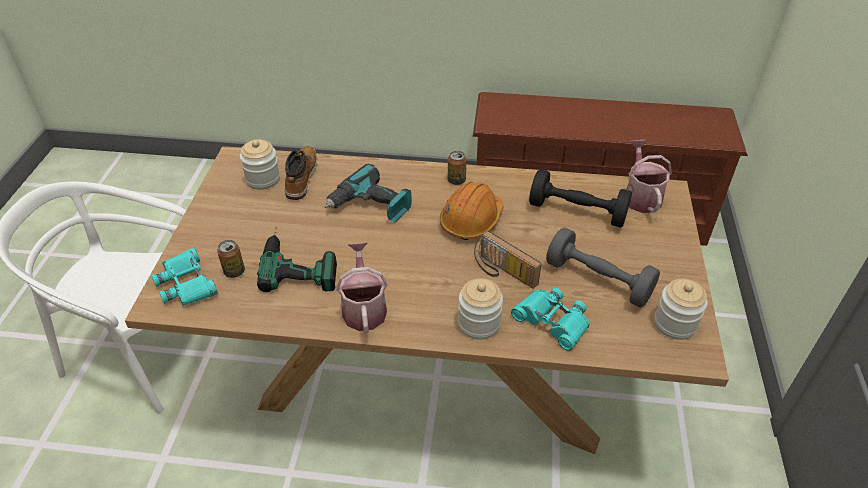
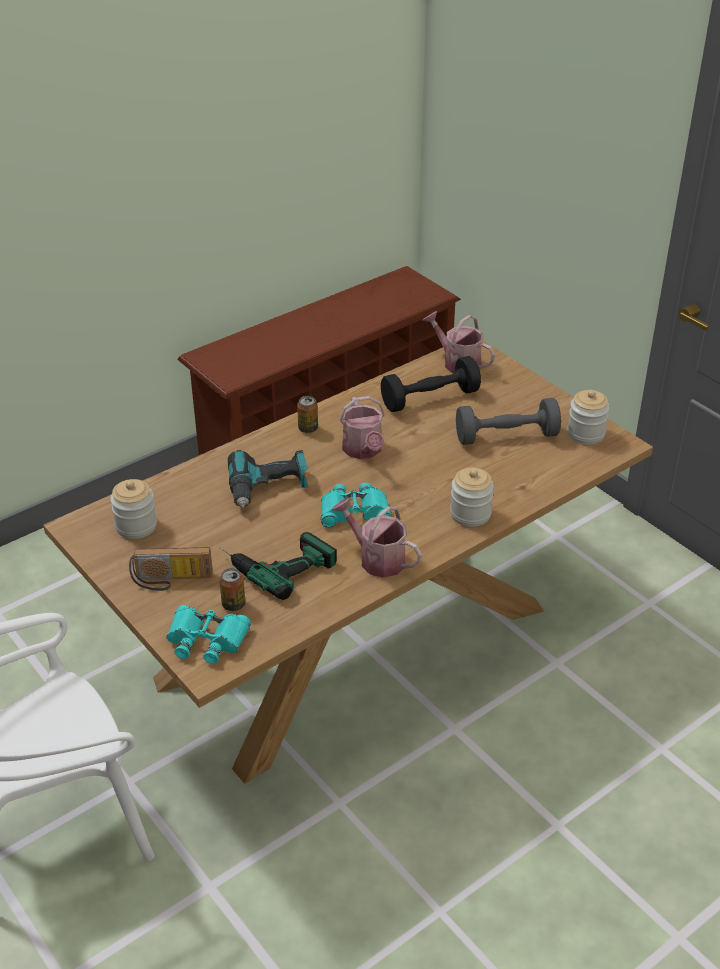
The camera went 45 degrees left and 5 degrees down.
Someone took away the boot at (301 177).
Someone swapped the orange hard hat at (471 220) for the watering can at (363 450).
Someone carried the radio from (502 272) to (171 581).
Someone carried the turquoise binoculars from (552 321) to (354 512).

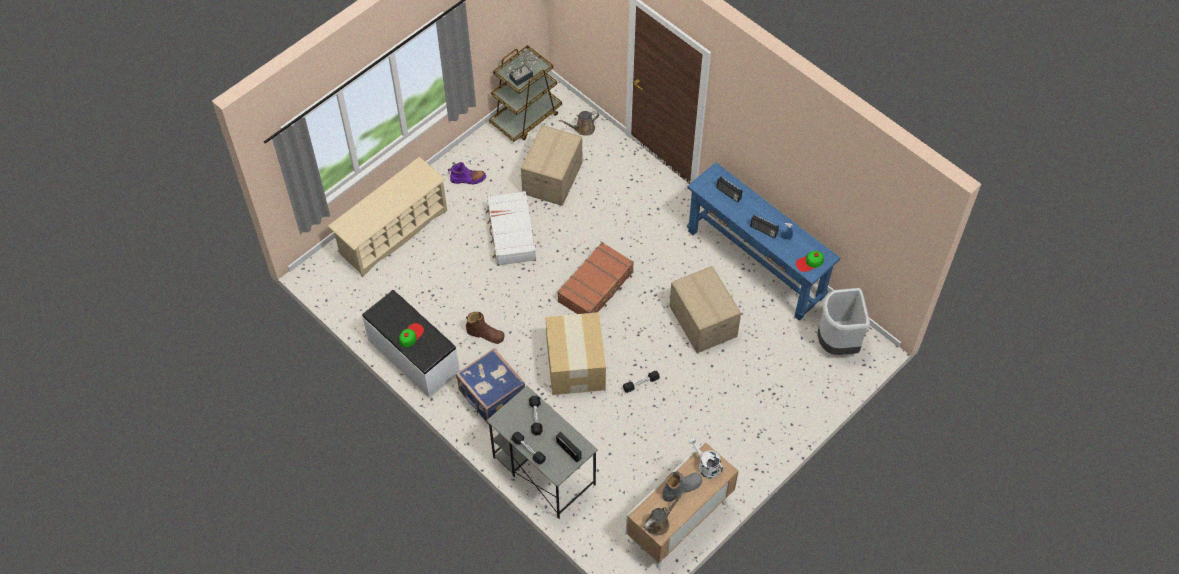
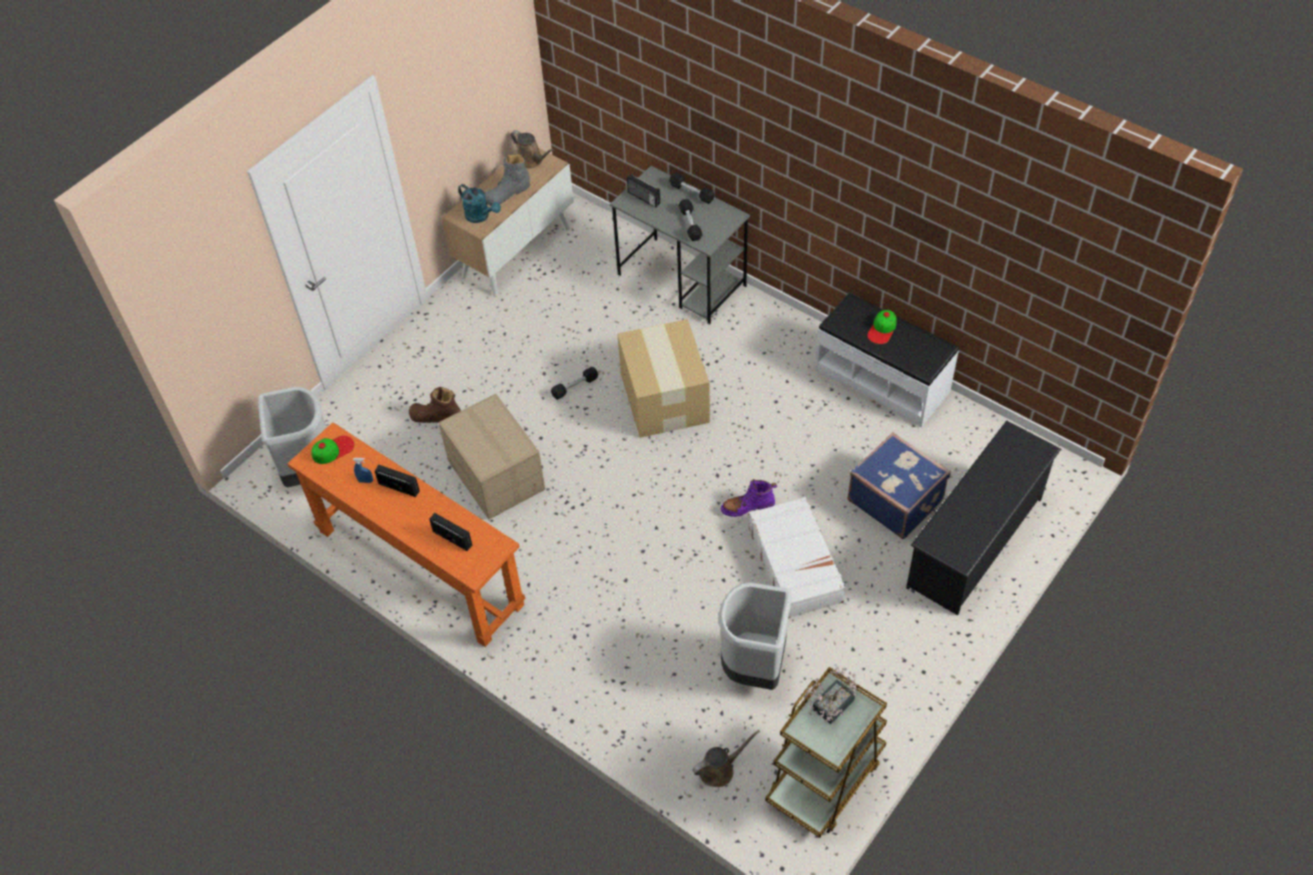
The camera went 175 degrees right and 5 degrees down.
Someone swapped the cardboard box at (552 178) for the grey trash can at (754 667).
Someone repainted the beige shoe rack at (393 232), which became the black shoe rack at (975 542).
Someone carried the purple boot from (468 179) to (747 507).
Someone repainted the blue console table at (755 264), which became the orange console table at (420 567).
Someone took away the brown suitcase at (596 287).
Someone carried the brown boot from (485 334) to (436 417).
Someone carried the blue suitcase from (491 396) to (895 499).
Someone repainted the white watering can at (705 466), which became the turquoise watering can at (480 216).
Someone rotated the brown watering can at (659 522) by 90 degrees counterclockwise.

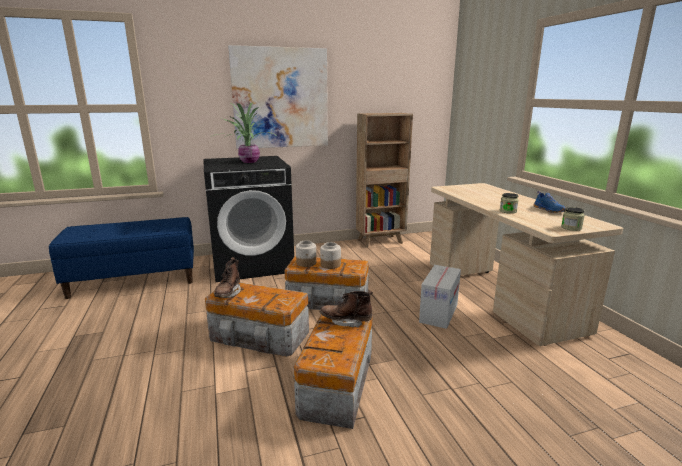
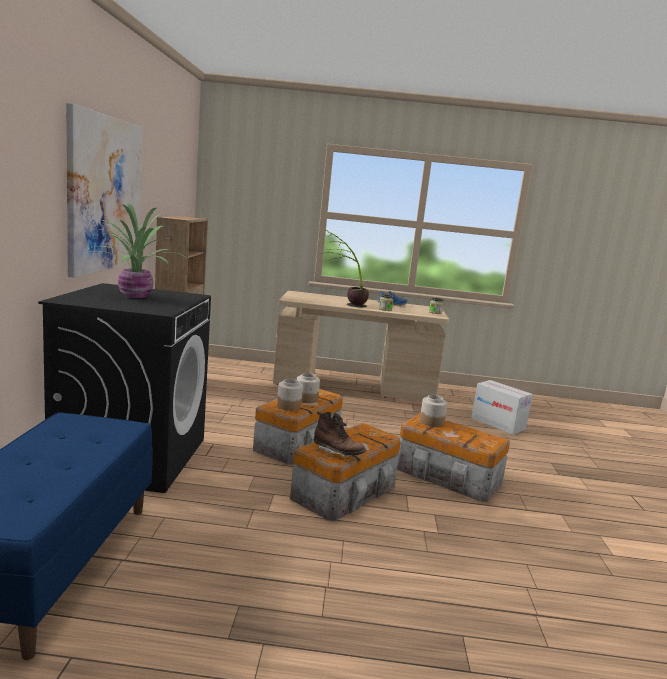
The camera went 70 degrees left and 5 degrees down.
Someone carried the cardboard box from (438 313) to (497 424).
Someone swapped the brown boot at (346 321) for the jar at (432 422).
Someone put down the potted plant at (344 304).

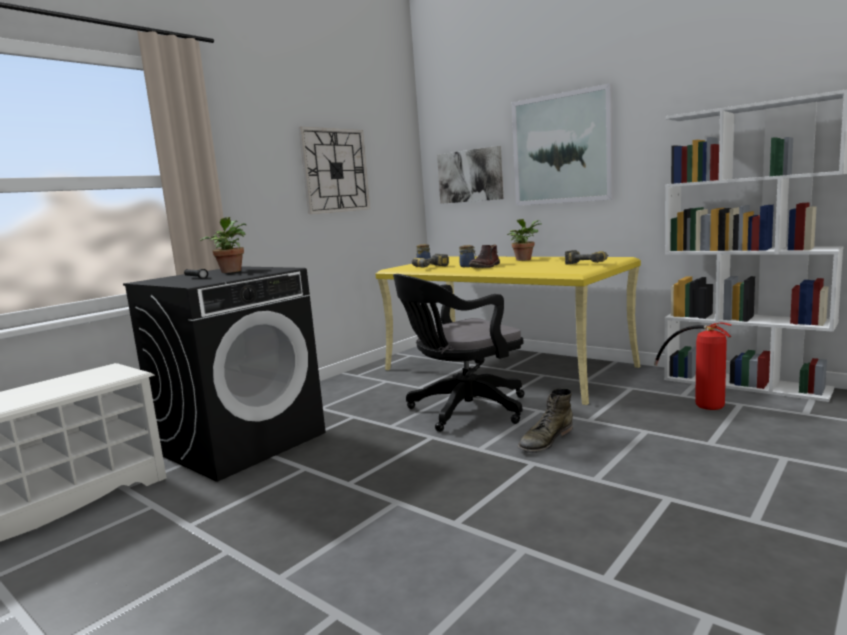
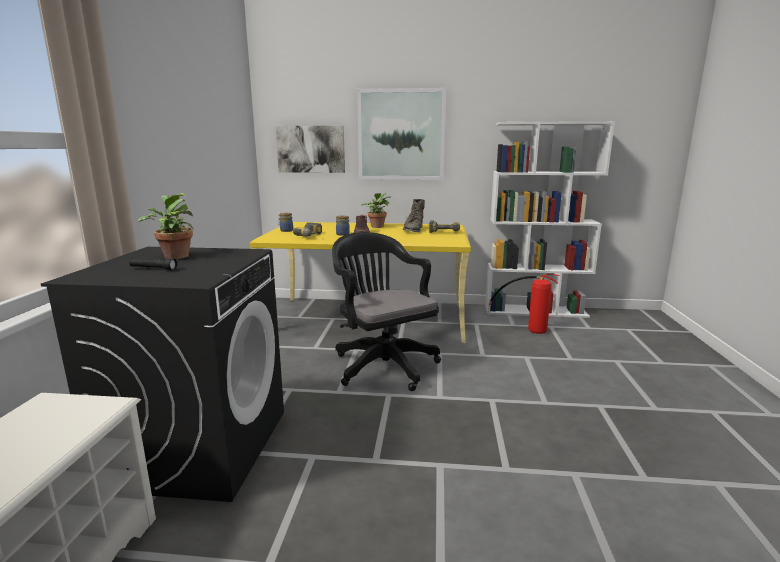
The camera went 35 degrees left and 5 degrees up.
Someone took away the wall clock at (335 170).
Someone rotated the black office chair at (463 411) by 120 degrees clockwise.
Someone carried the green boot from (545 441) to (413 229).

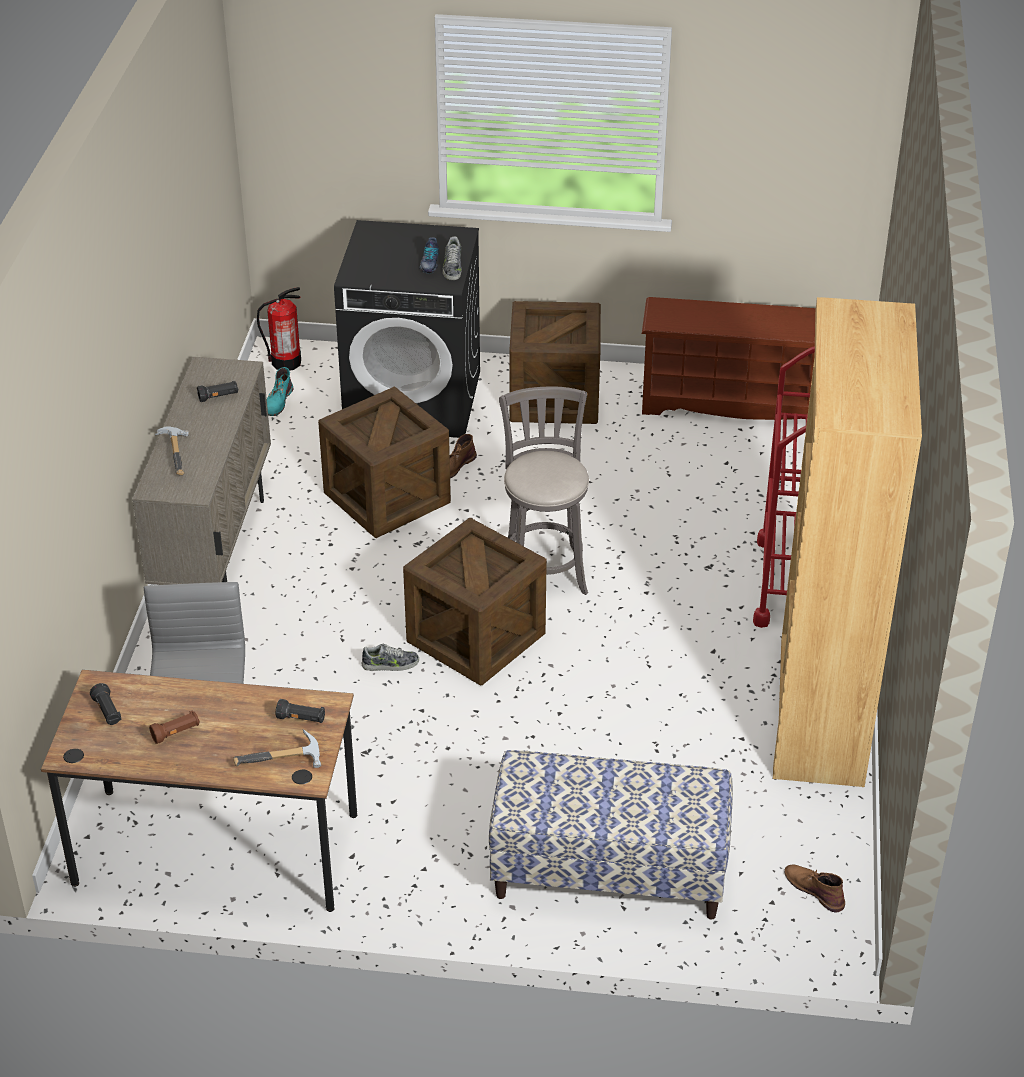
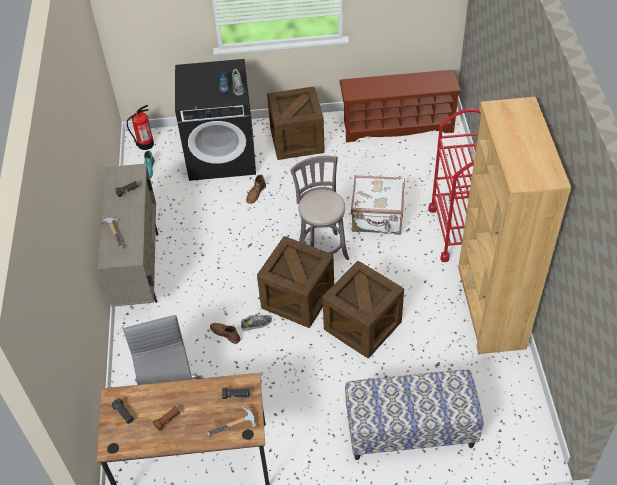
The camera went 10 degrees left and 10 degrees up.
Someone carried the crate from (387 498) to (362 325).
Someone carried the brown boot from (814 889) to (225 333).
Someone put down the white suitcase at (377 218).

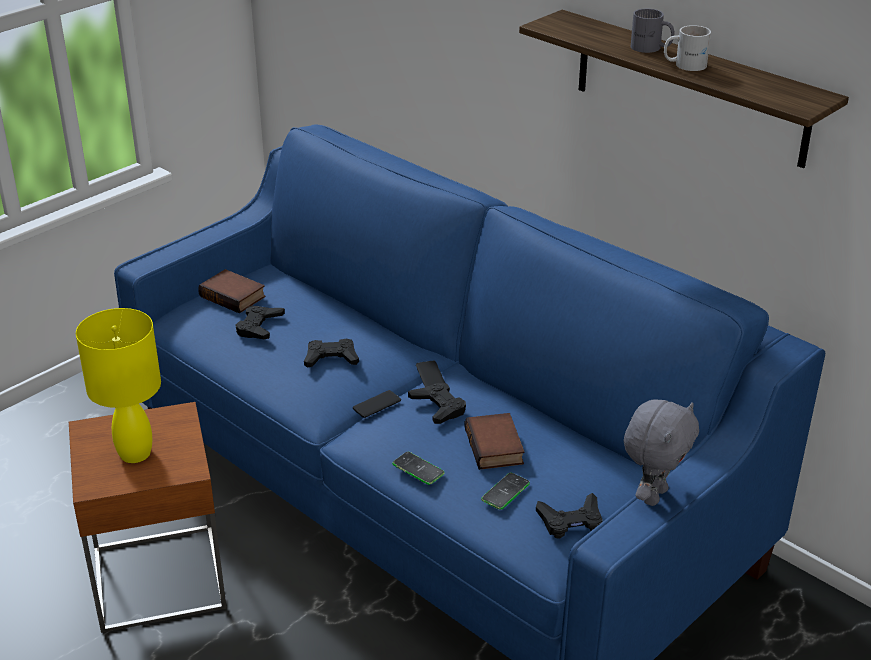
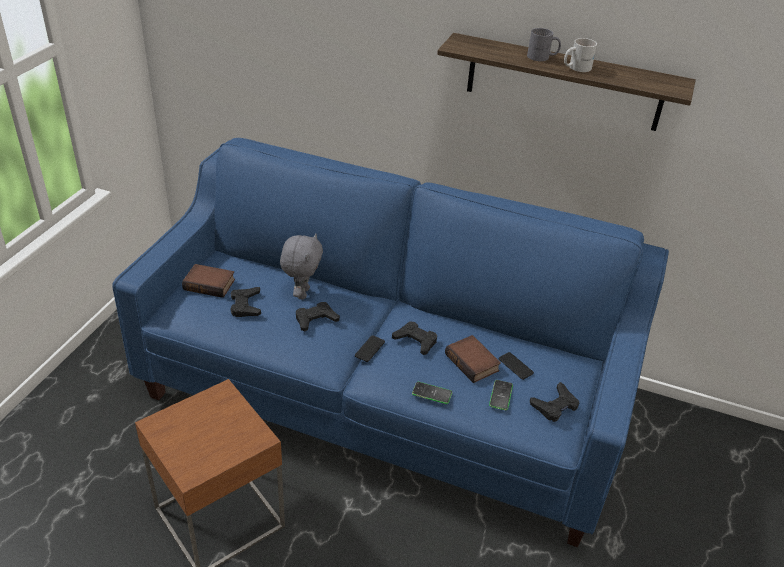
The camera went 25 degrees left and 5 degrees up.
Someone took away the yellow table lamp at (134 453).
Someone carried the phone from (430 376) to (515 366).
Someone carried the grey plush toy from (653 495) to (302 293).

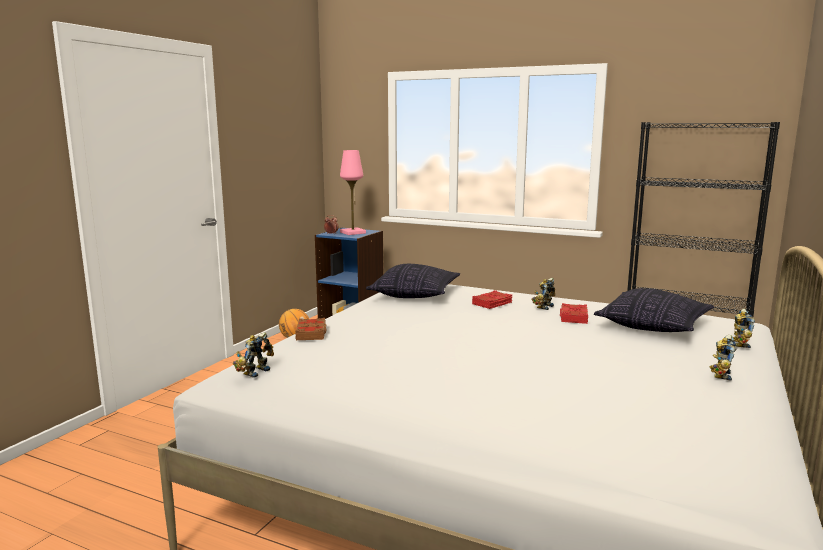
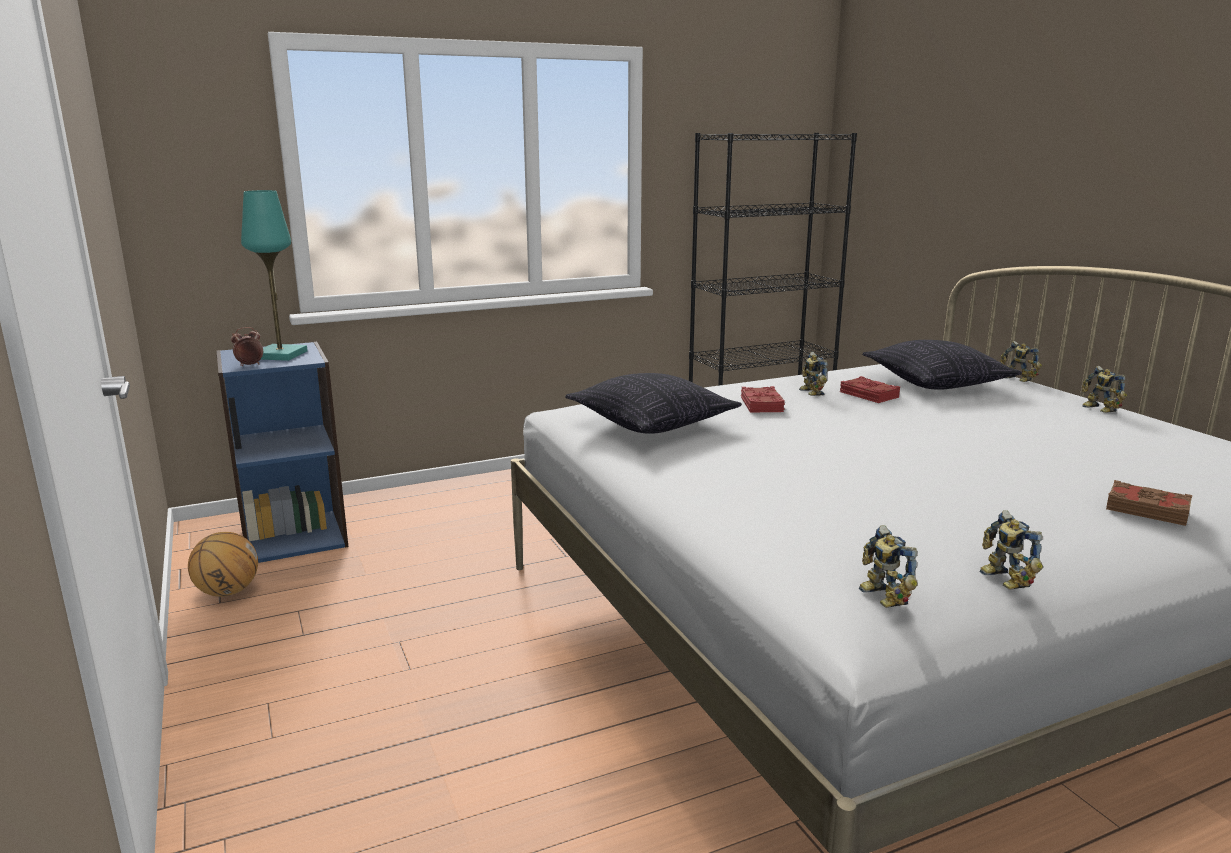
The camera went 50 degrees left and 5 degrees up.
Someone repainted the pink table lamp at (353 232), which became the turquoise table lamp at (280 355).
Someone carried the brown book from (311 333) to (1147 509).
Someone put down the toy robot at (1002 580).

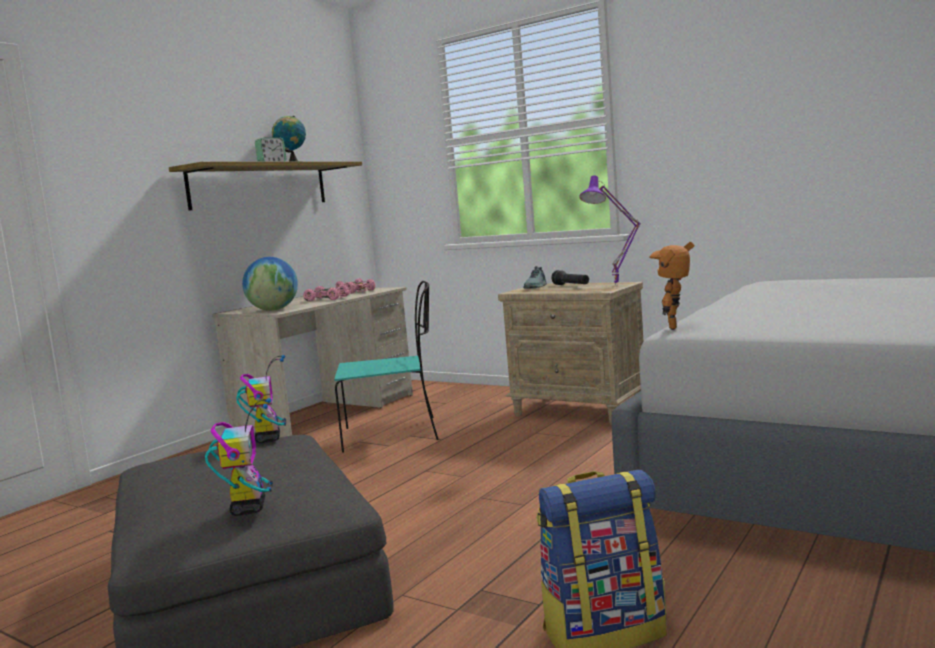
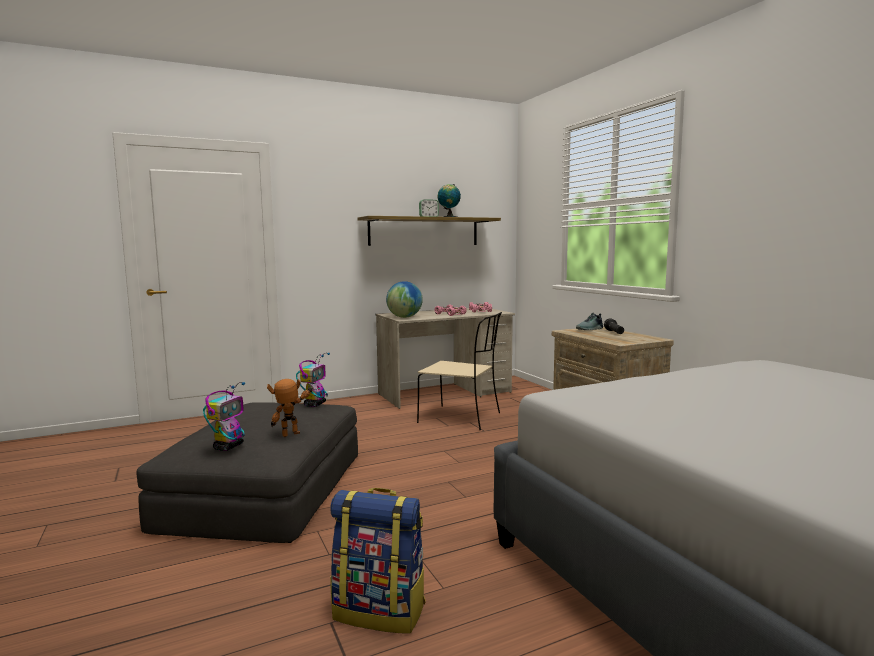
The camera went 30 degrees right and 0 degrees up.
Someone took away the purple table lamp at (617 285).
Someone carried the toy robot from (677 327) to (292 435).
Someone repainted the turquoise chair at (393 434), which became the beige chair at (461 418).

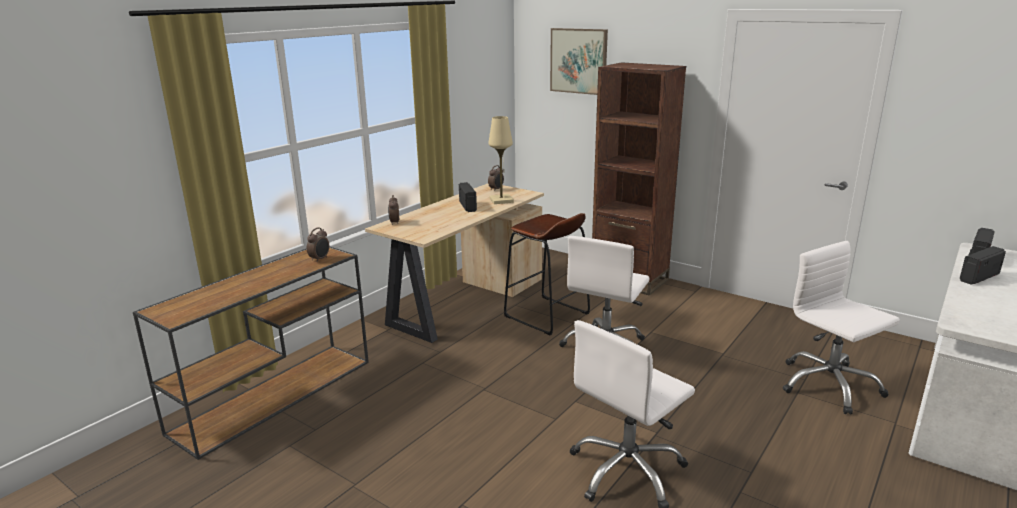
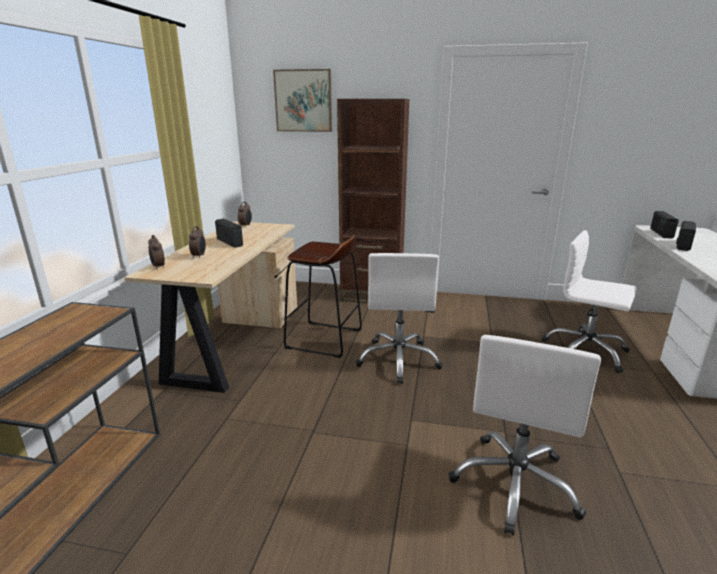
The camera went 25 degrees left and 0 degrees up.
Someone took away the beige table lamp at (501 200).
Someone carried the alarm clock from (320 259) to (199 256).

